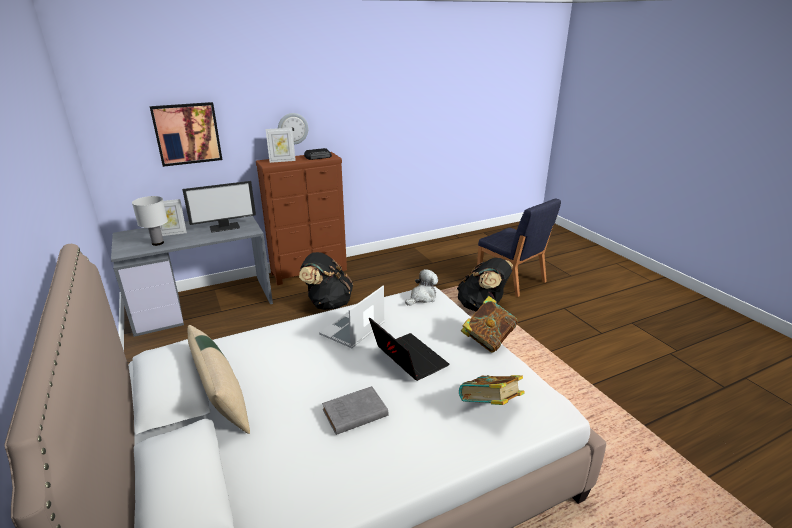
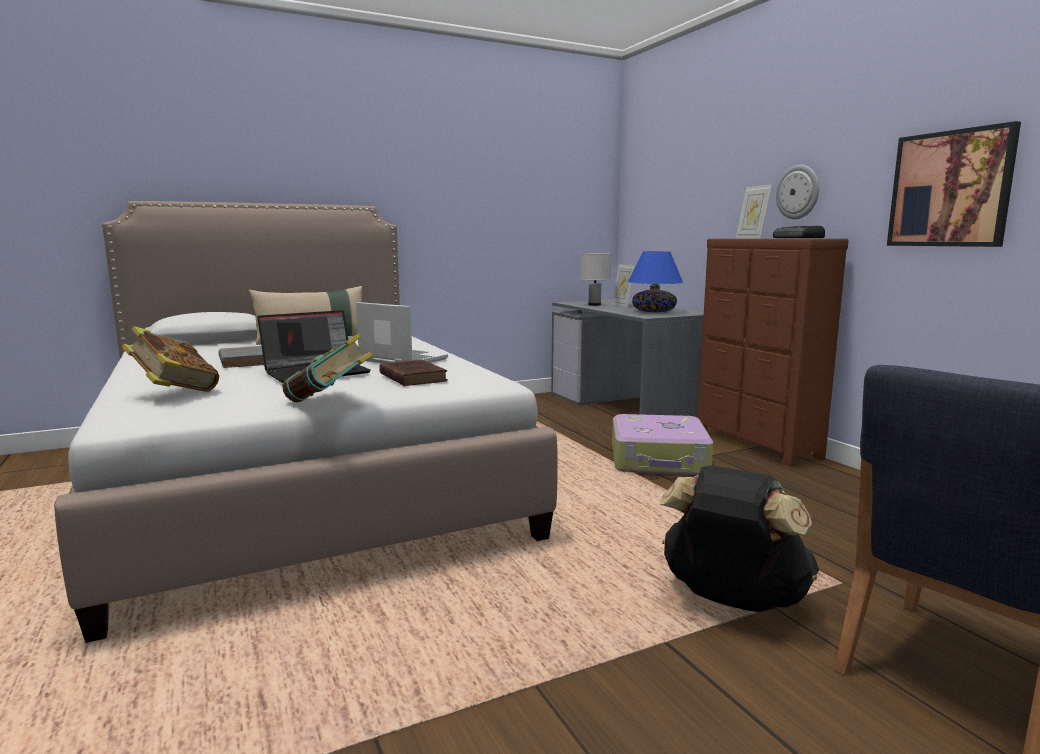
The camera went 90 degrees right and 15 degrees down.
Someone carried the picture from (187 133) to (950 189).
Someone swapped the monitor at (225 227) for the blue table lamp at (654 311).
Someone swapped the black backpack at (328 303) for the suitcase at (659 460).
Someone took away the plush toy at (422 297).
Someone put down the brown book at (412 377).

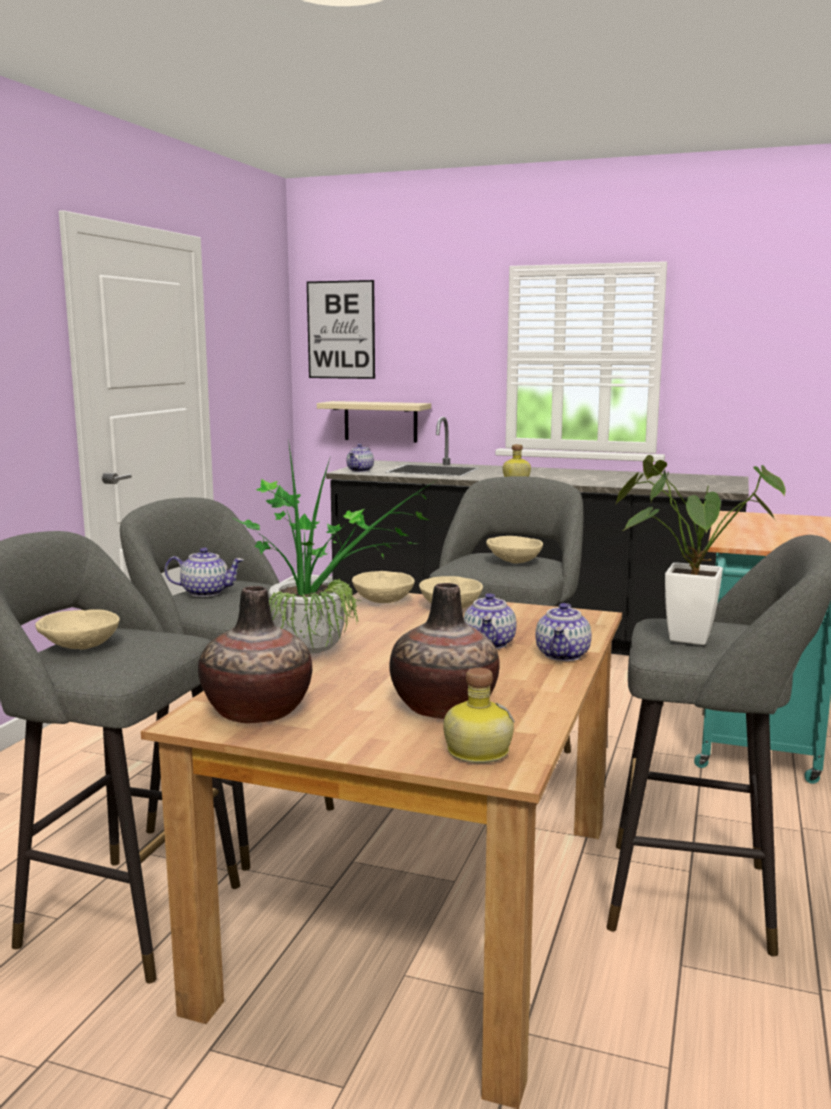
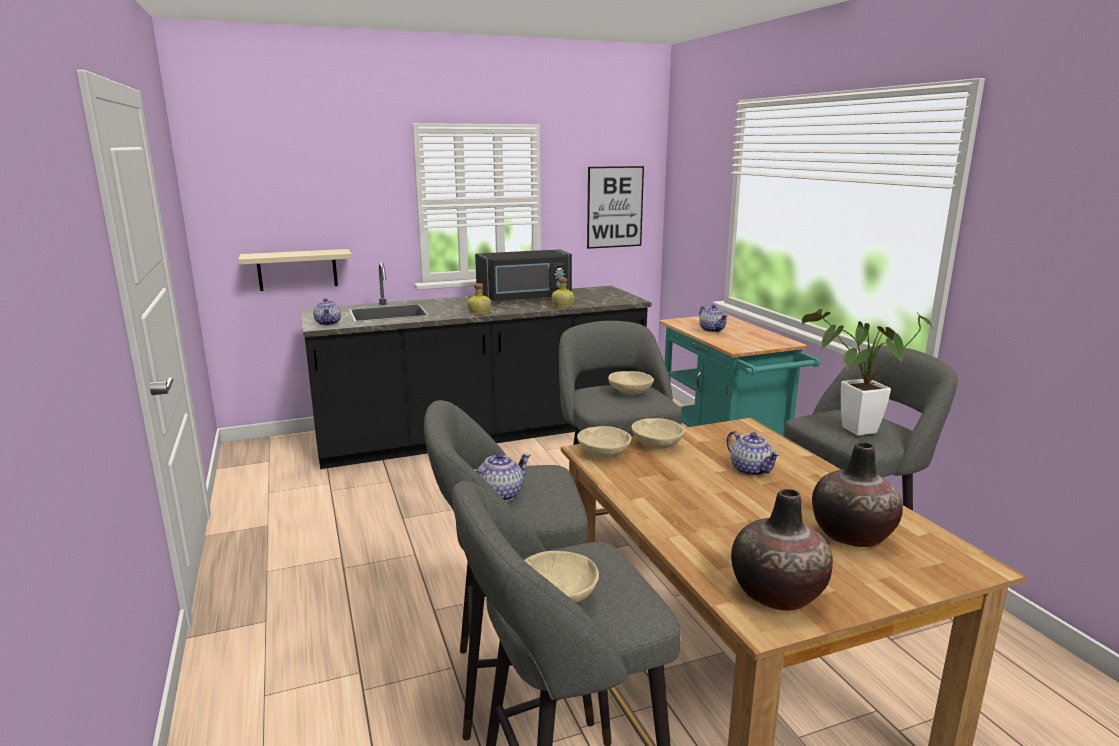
The camera went 40 degrees left and 5 degrees up.
Someone carried the picture from (341 330) to (615 207).
Someone took away the potted plant at (323 647).
Someone carried the teapot from (563 655) to (712 330).
Someone carried the bottle from (476 751) to (562 305).
Someone put down the black microwave at (525 299).

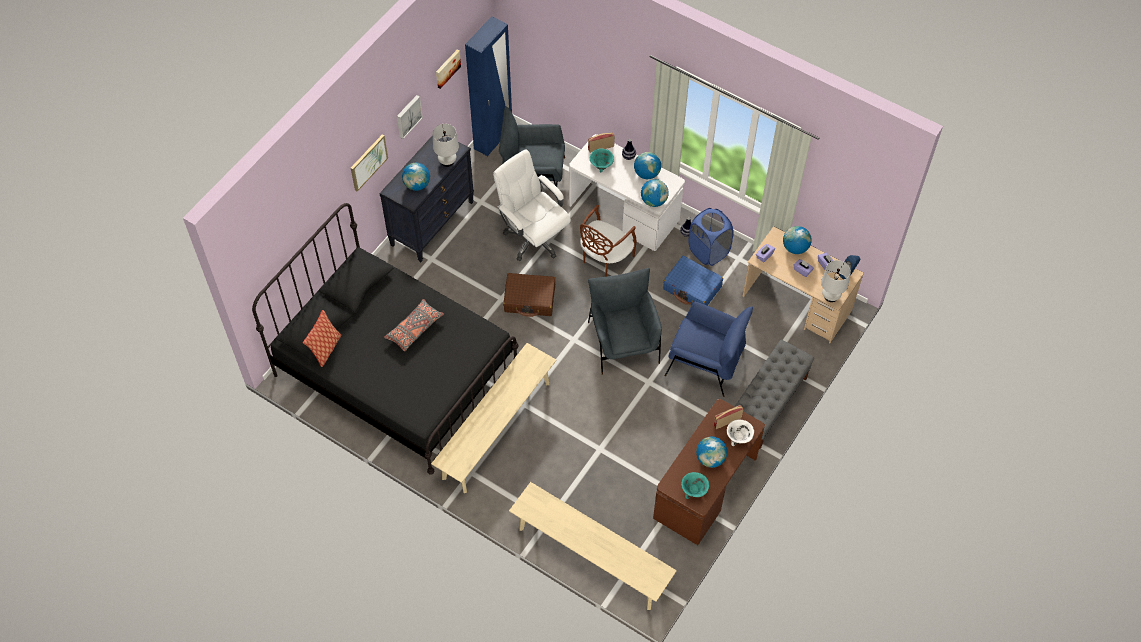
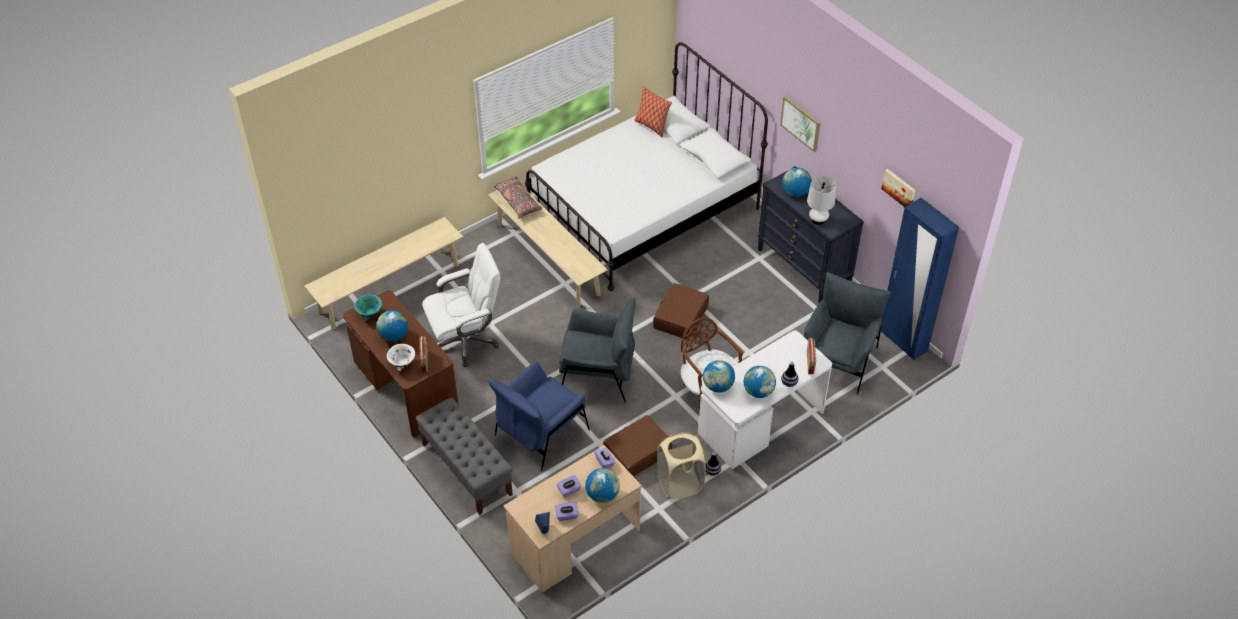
The camera went 110 degrees right and 10 degrees down.
Someone took away the picture at (408 116).
Someone took away the turquoise bowl at (601 165).
Someone carried the white office chair from (533 238) to (466 341).
Someone repainted the black bed at (396 369), which became the white bed at (643 208).
Someone repainted the blue laundry basket at (708 251), which became the beige laundry basket at (680 483).
Someone repainted the blue suitcase at (692 288), which became the brown suitcase at (637 452).
Someone took away the white table lamp at (831 296).
Someone carried the grey pillow from (414 329) to (518 202).

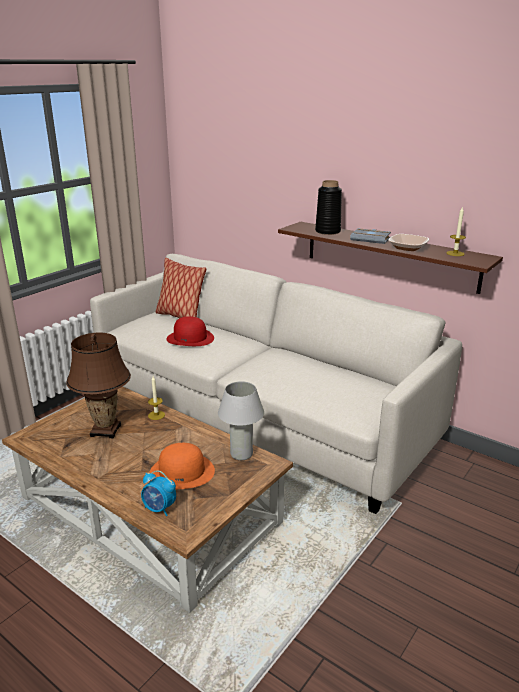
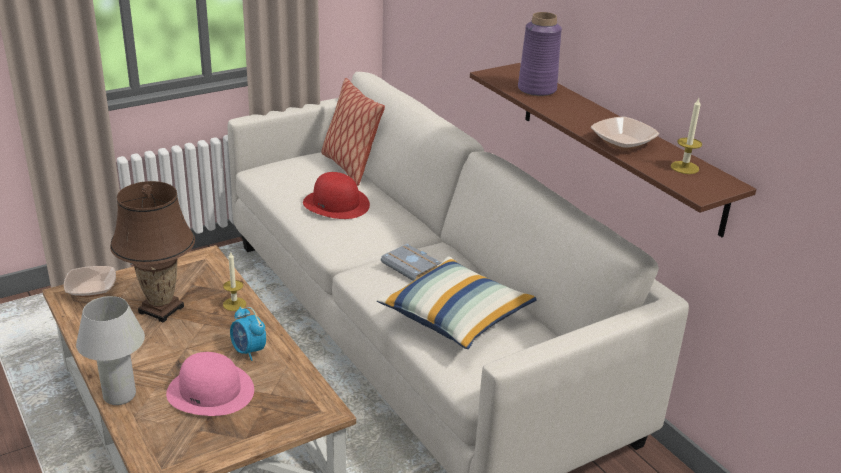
The camera went 20 degrees right and 5 degrees up.
Someone repainted the black vase at (328 231), which became the purple vase at (537 89).
Someone carried the grey book from (371 239) to (413 267).
Someone carried the white table lamp from (241 454) to (119 396).
Someone repainted the orange hat at (182 472), which became the pink hat at (211 391).
Someone carried the alarm clock from (159 509) to (248 351).
Someone put down the pillow at (456 317).
Someone put down the bowl at (91 289).

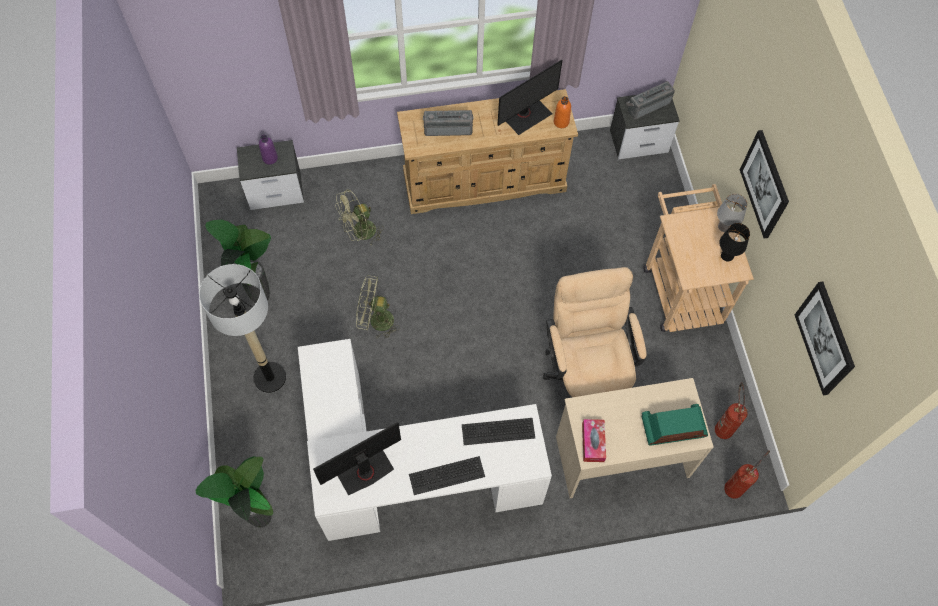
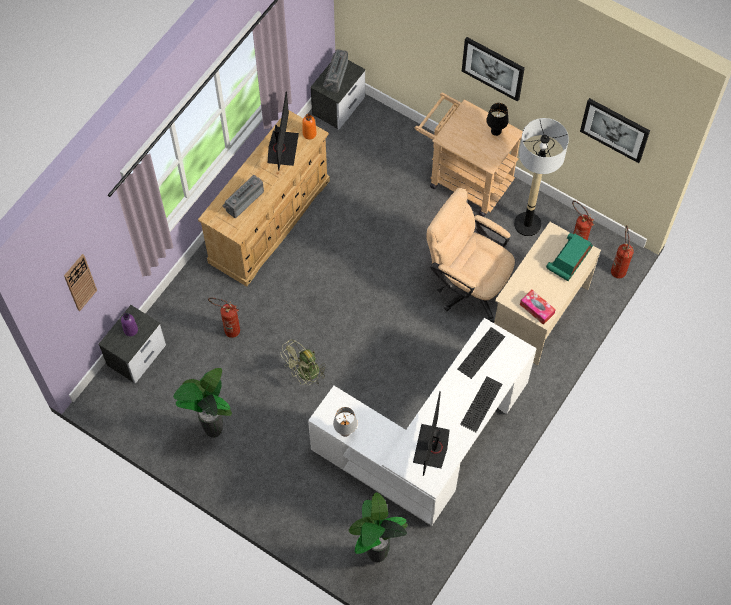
The camera went 45 degrees left and 0 degrees up.
Someone swapped the green fan at (360 233) for the fire extinguisher at (228 330).
Someone carried the grey table lamp from (724 227) to (345 431).
Someone carried the floor lamp from (270 377) to (527 224).
Someone put up the wall clock at (80 282).

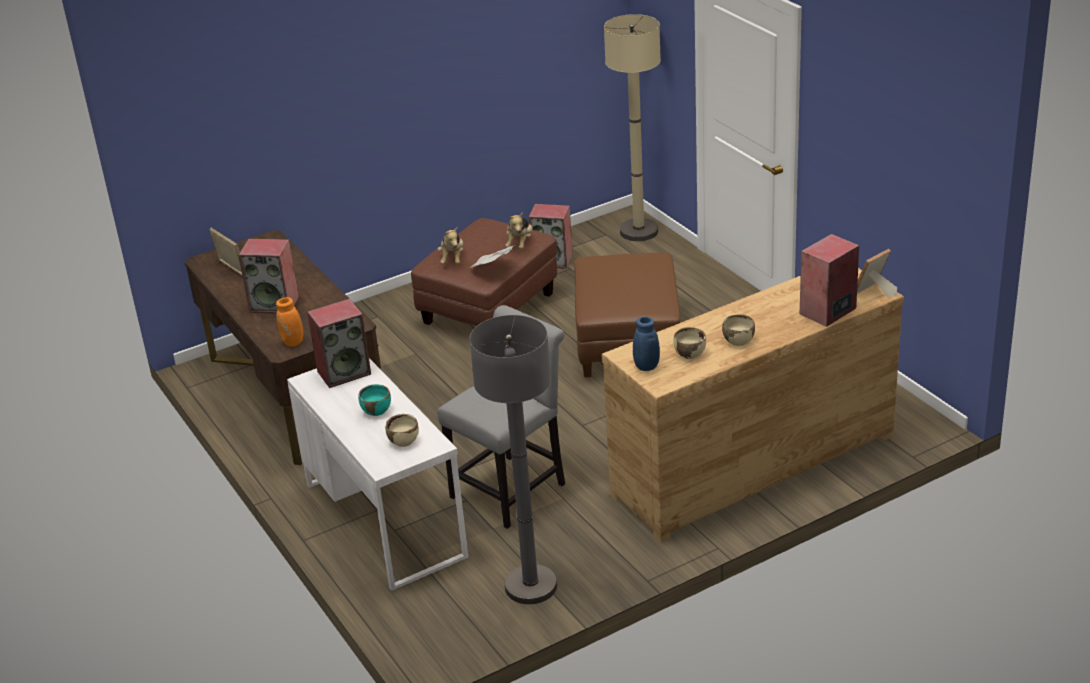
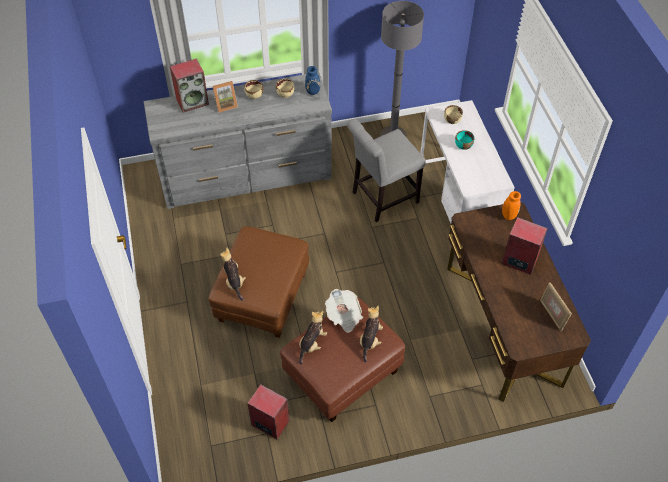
The camera went 165 degrees left and 20 degrees up.
Someone took away the beige floor lamp at (639 231).
Someone carried the picture frame from (874 292) to (225 105).
Someone repainted the brown dresser at (751 464), which became the grey dresser at (246 175).
Someone took away the speaker at (344 372).
Someone put down the plush toy at (234 282).

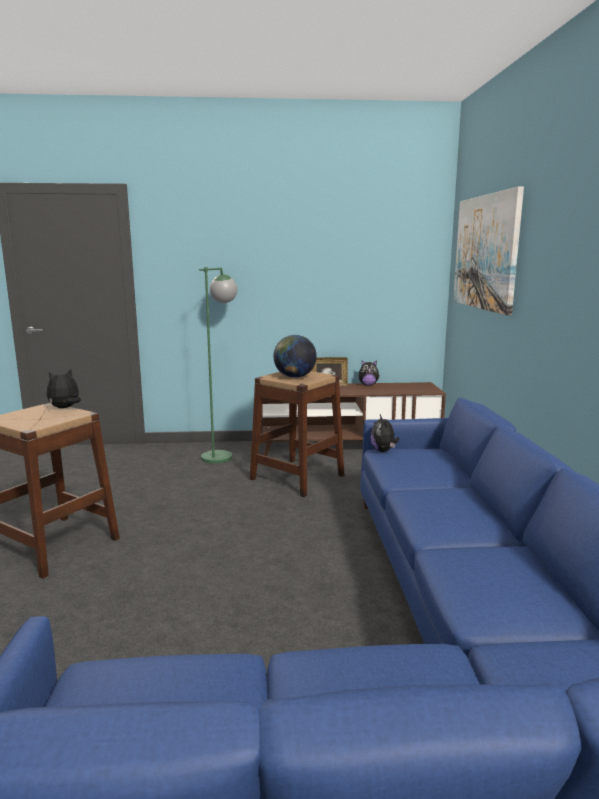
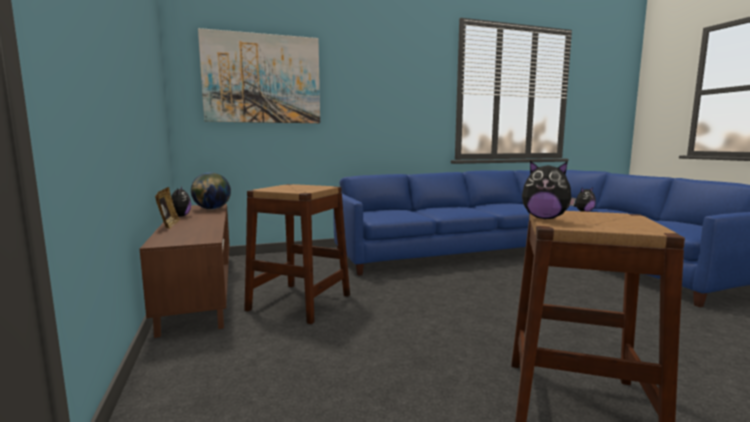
The camera went 105 degrees left and 5 degrees down.
Someone took away the green floor lamp at (221 454).
Someone carried the globe from (294 377) to (212 209).
Someone carried the plush toy from (383 451) to (583 212).

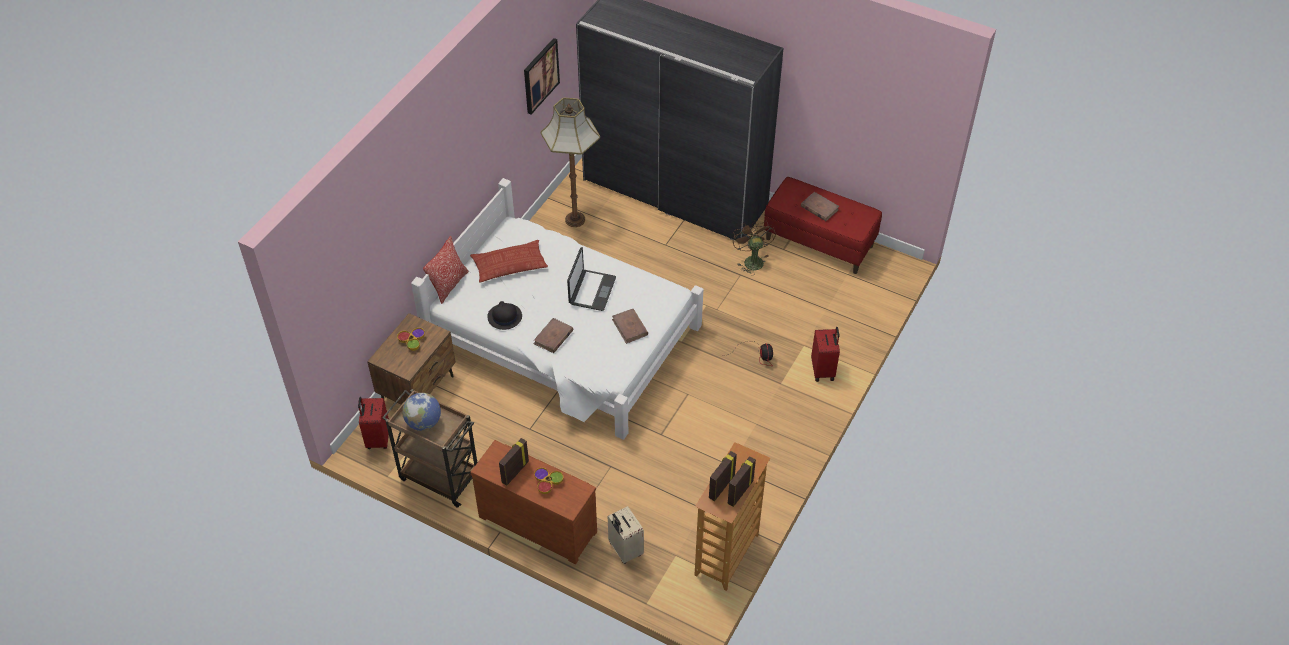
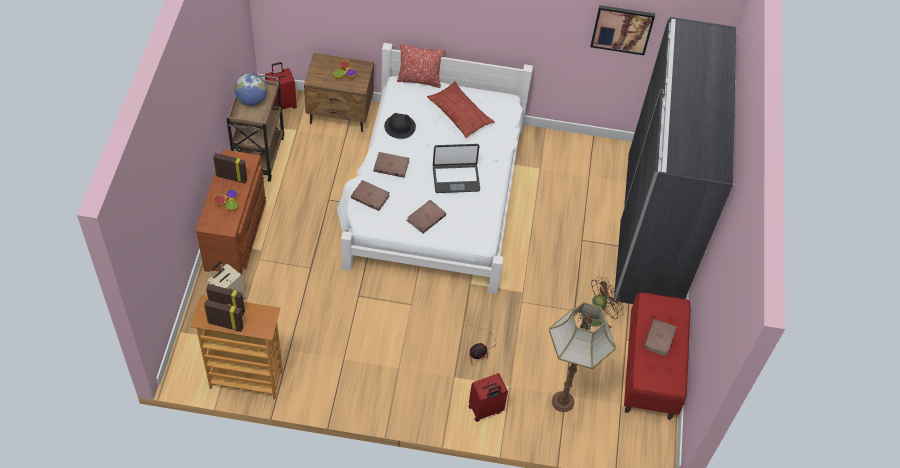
The camera went 65 degrees right and 5 degrees up.
Someone carried the floor lamp from (575 219) to (563 401).
Someone put down the brown book at (370 197).

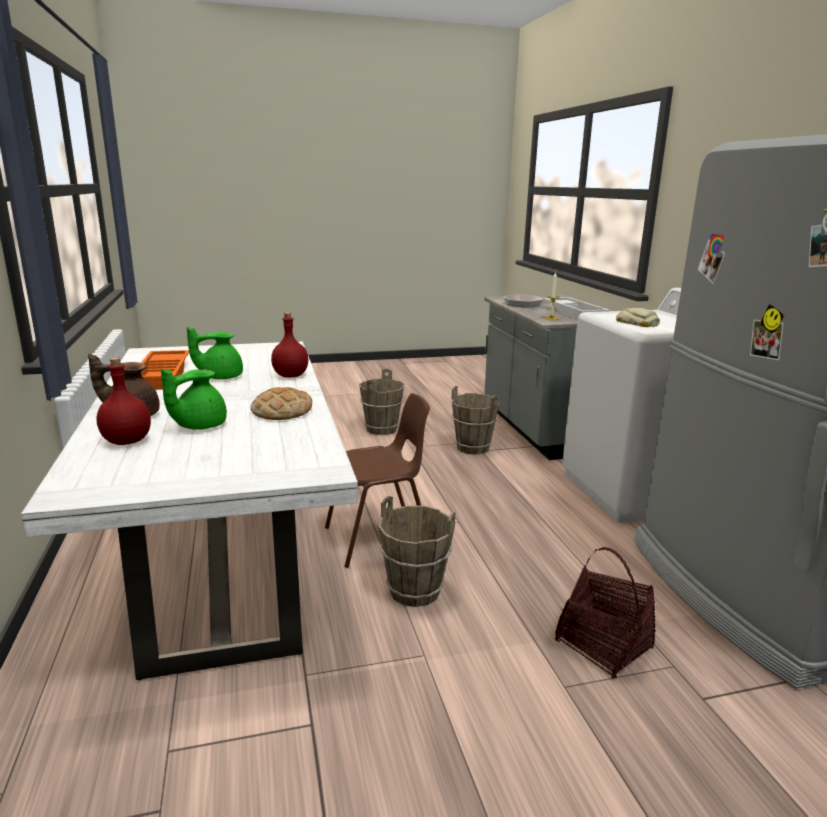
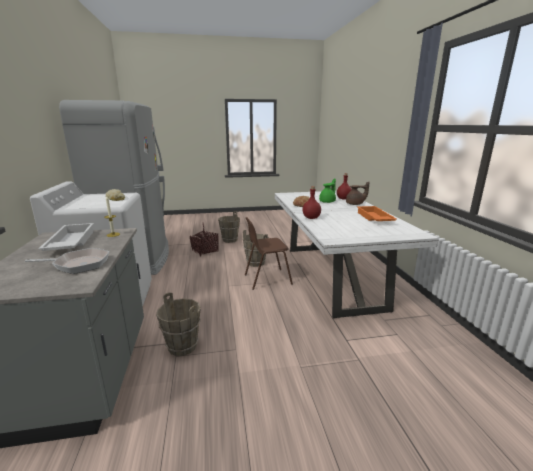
The camera went 175 degrees left and 0 degrees up.
Someone took away the green teapot at (220 377).
Someone carried the brown bucket from (382 429) to (229 240).

